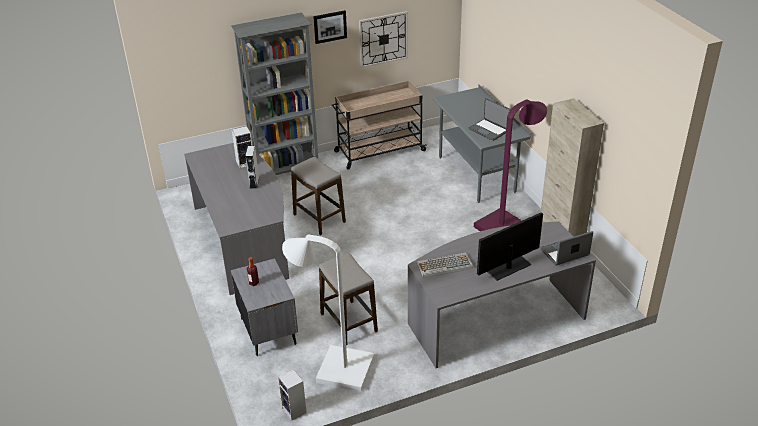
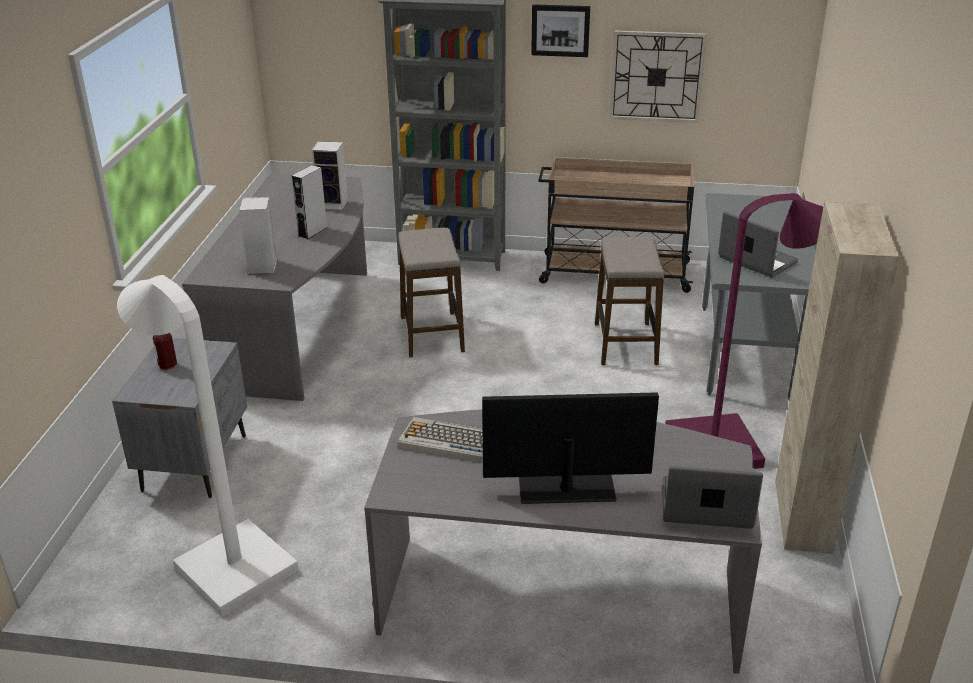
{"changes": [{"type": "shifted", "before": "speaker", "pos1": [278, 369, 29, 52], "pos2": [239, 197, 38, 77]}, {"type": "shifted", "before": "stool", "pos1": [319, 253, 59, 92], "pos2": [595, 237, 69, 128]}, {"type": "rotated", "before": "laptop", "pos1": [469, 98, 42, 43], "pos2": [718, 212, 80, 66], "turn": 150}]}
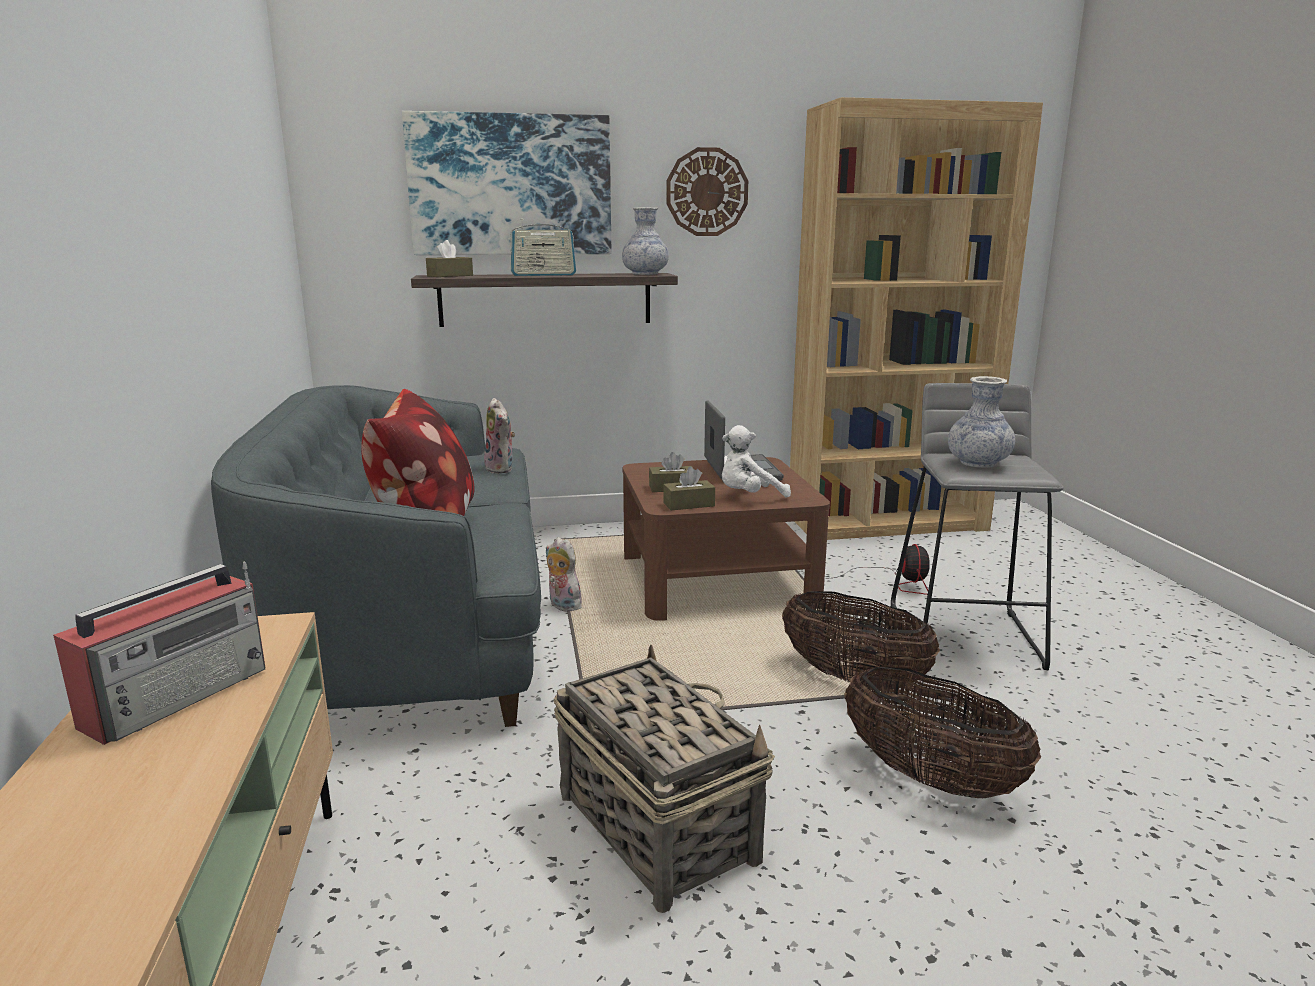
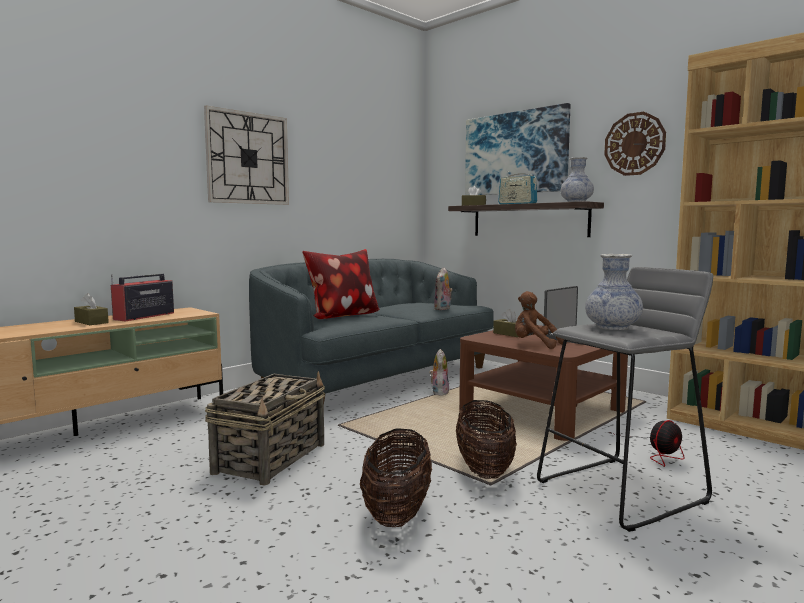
{"changes": [{"type": "shifted", "before": "tissue box/brown", "pos1": [663, 467, 52, 43], "pos2": [74, 293, 35, 32]}, {"type": "rotated", "before": "radio", "pos1": [53, 561, 213, 184], "pos2": [111, 274, 63, 47], "turn": 120}, {"type": "new", "after": "wall clock", "pos2": [204, 106, 85, 99]}, {"type": "repainted", "before": "plush toy/white", "after": "plush toy/brown", "pos1": [722, 425, 69, 73], "pos2": [515, 291, 49, 58]}]}
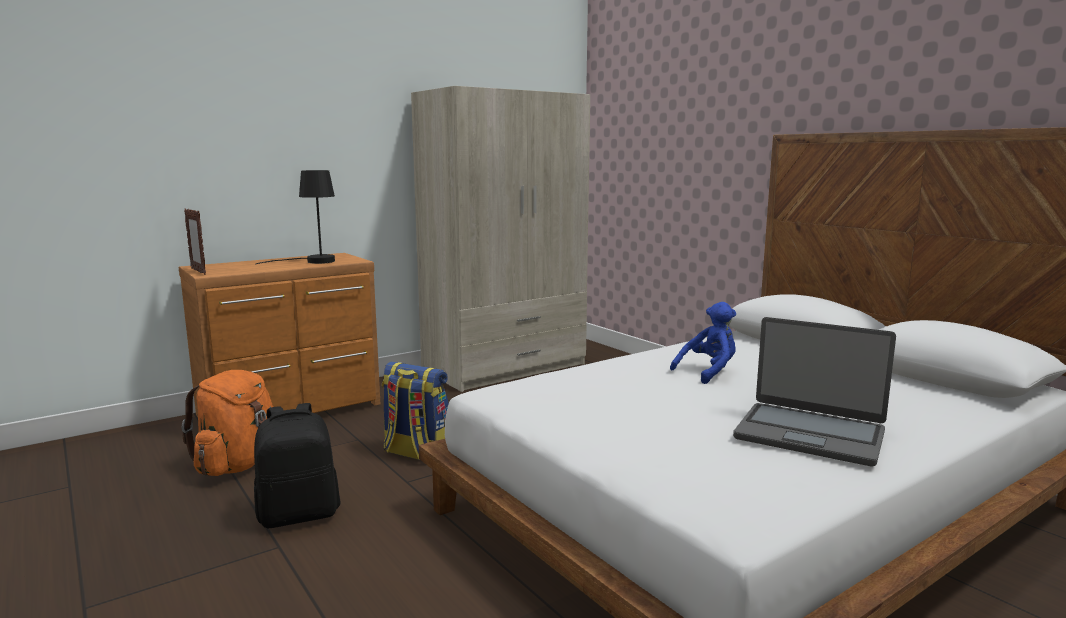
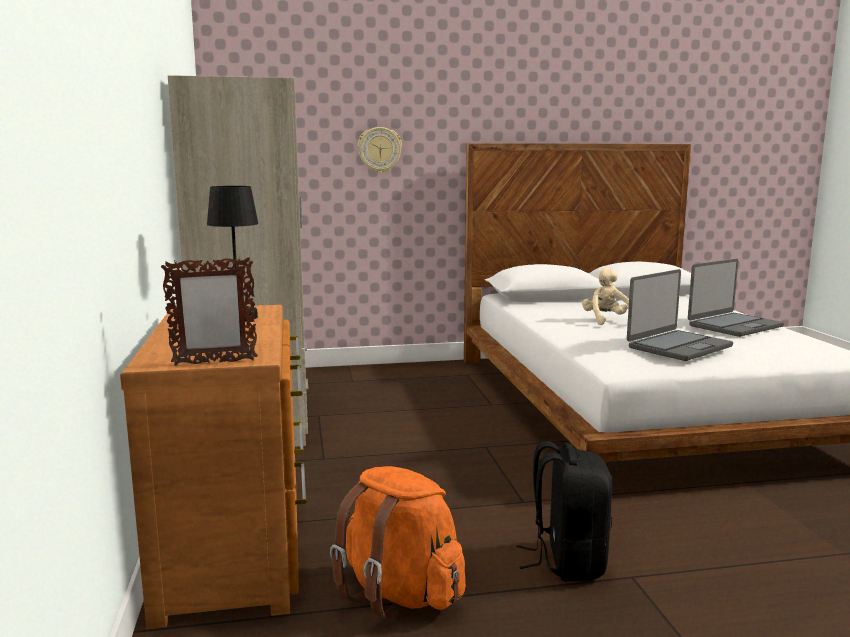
{"changes": [{"type": "new", "after": "wall clock", "pos2": [358, 127, 44, 46]}, {"type": "repainted", "before": "plush toy/blue", "after": "plush toy/beige", "pos1": [670, 302, 66, 82], "pos2": [582, 268, 47, 57]}, {"type": "new", "after": "laptop", "pos2": [627, 269, 106, 92]}, {"type": "gone", "before": "backpack", "pos1": [382, 361, 67, 99]}]}
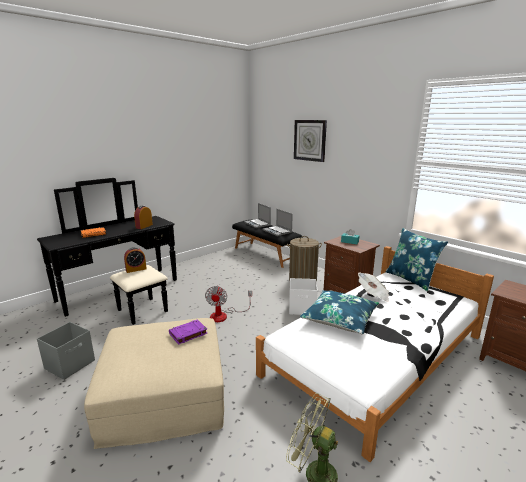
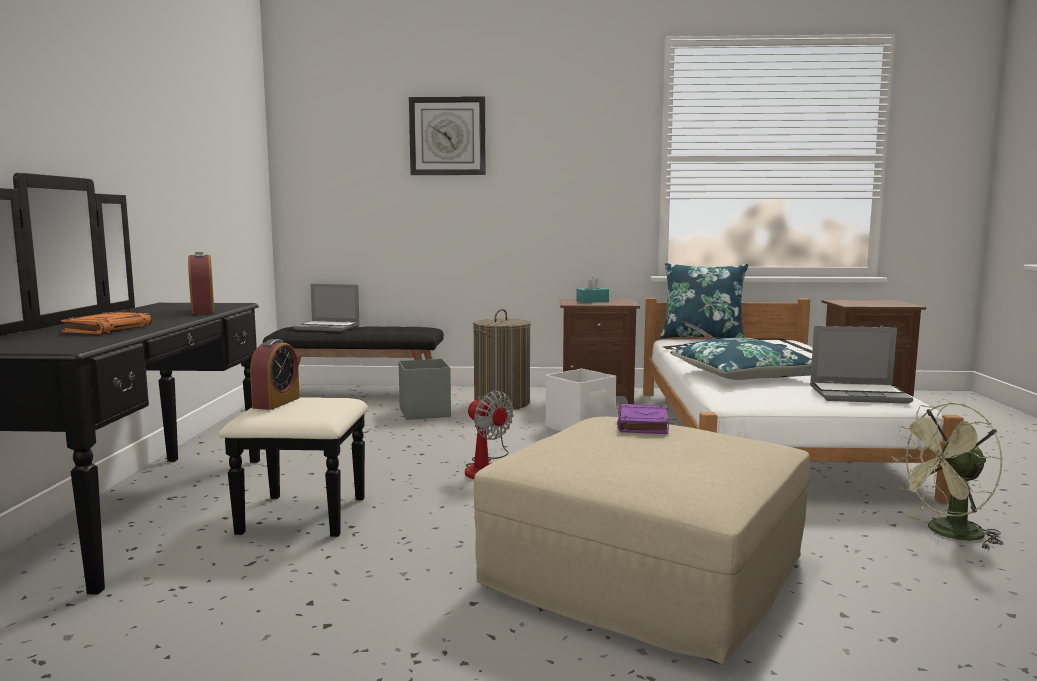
{"changes": [{"type": "shifted", "before": "storage box/grey", "pos1": [37, 322, 58, 58], "pos2": [398, 359, 53, 61]}, {"type": "shifted", "before": "laptop", "pos1": [263, 209, 30, 27], "pos2": [810, 326, 103, 78]}]}
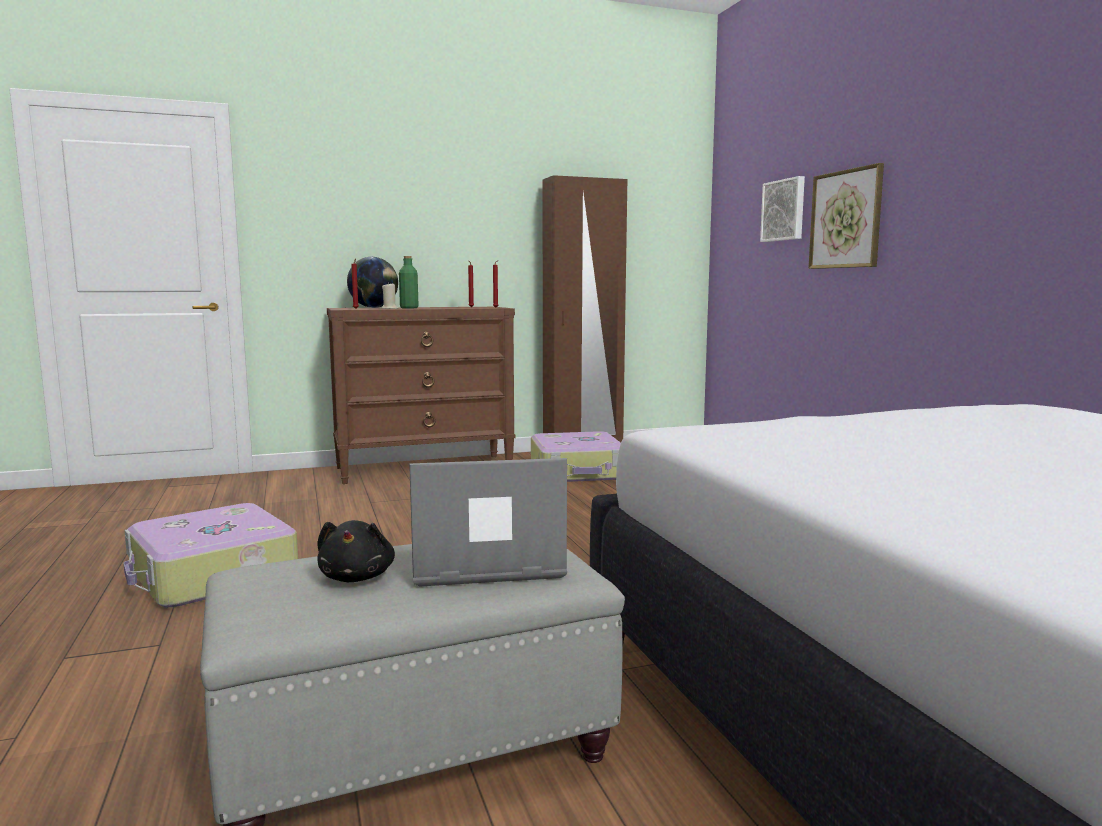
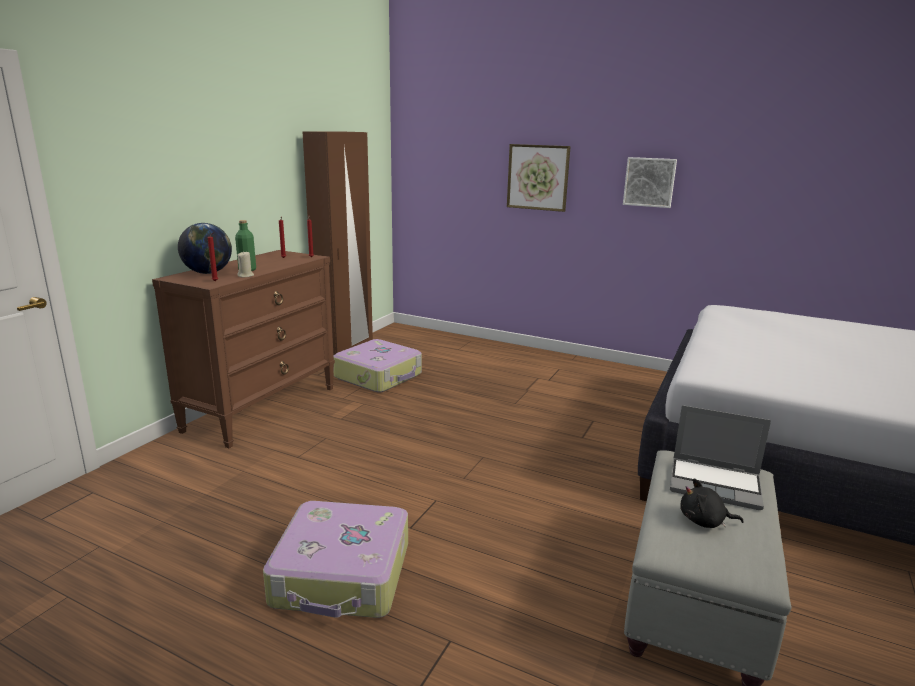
{"changes": [{"type": "shifted", "before": "picture", "pos1": [760, 176, 45, 66], "pos2": [623, 157, 54, 51]}, {"type": "rotated", "before": "laptop", "pos1": [409, 458, 158, 129], "pos2": [670, 405, 101, 105], "turn": -105}, {"type": "rotated", "before": "plush toy/black", "pos1": [317, 520, 78, 62], "pos2": [680, 479, 64, 49], "turn": 150}]}
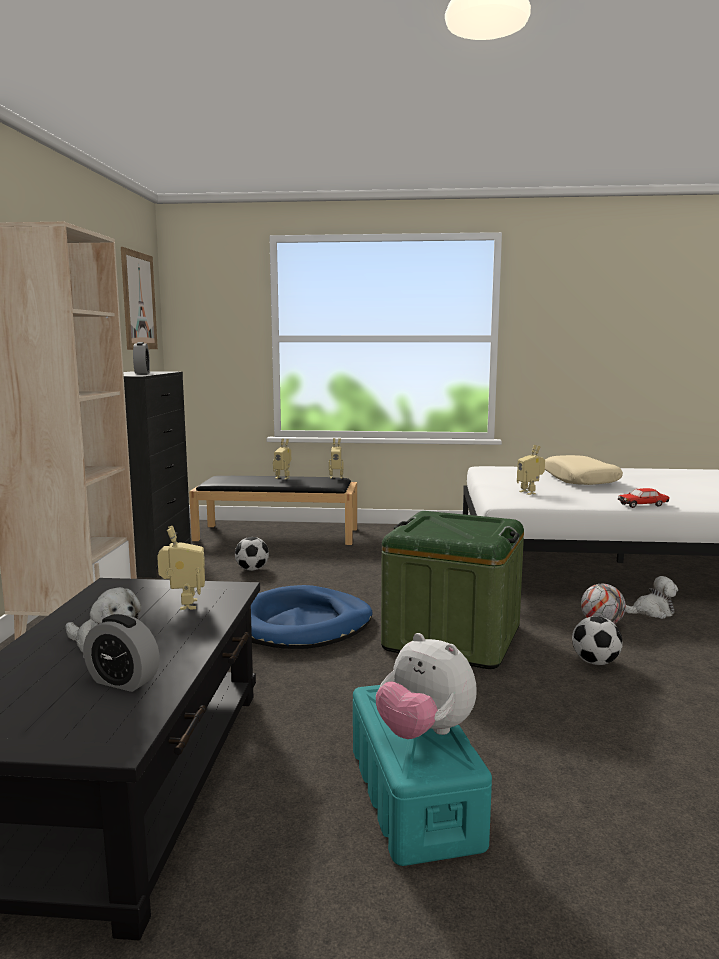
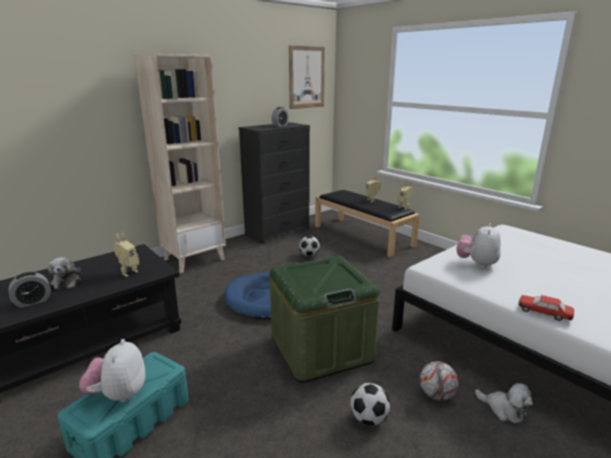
{"changes": [{"type": "rotated", "before": "alarm clock", "pos1": [83, 614, 77, 78], "pos2": [9, 272, 42, 36], "turn": -105}, {"type": "swapped", "before": "toy robot", "after": "plush toy", "pos1": [517, 445, 28, 50], "pos2": [456, 223, 45, 45]}, {"type": "gone", "before": "pillow/beige", "pos1": [545, 455, 78, 30]}]}
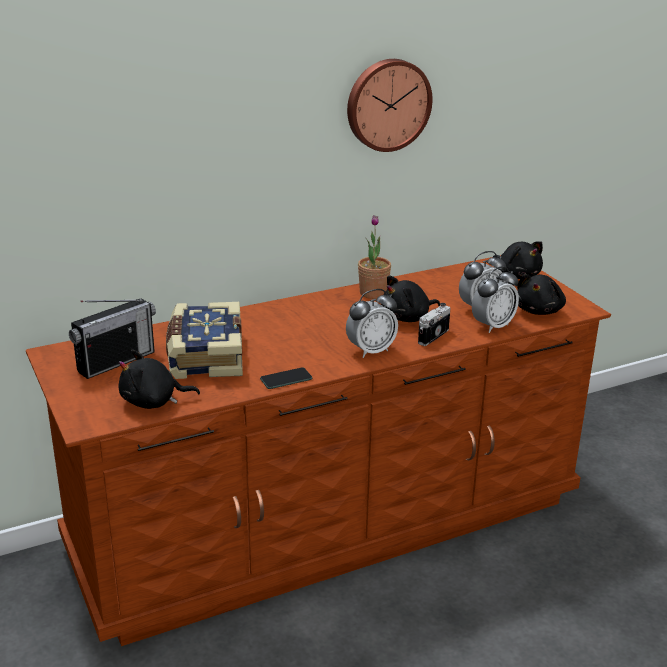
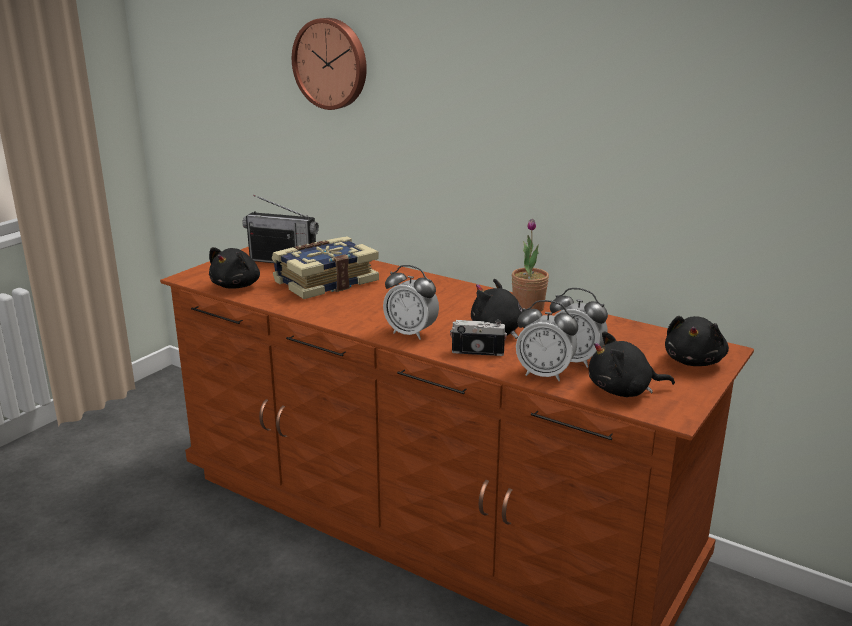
{"changes": [{"type": "rotated", "before": "plush toy/black", "pos1": [118, 350, 82, 59], "pos2": [209, 247, 51, 41], "turn": -120}, {"type": "shifted", "before": "wall clock", "pos1": [347, 59, 86, 93], "pos2": [292, 18, 75, 92]}, {"type": "gone", "before": "phone", "pos1": [260, 367, 52, 22]}]}
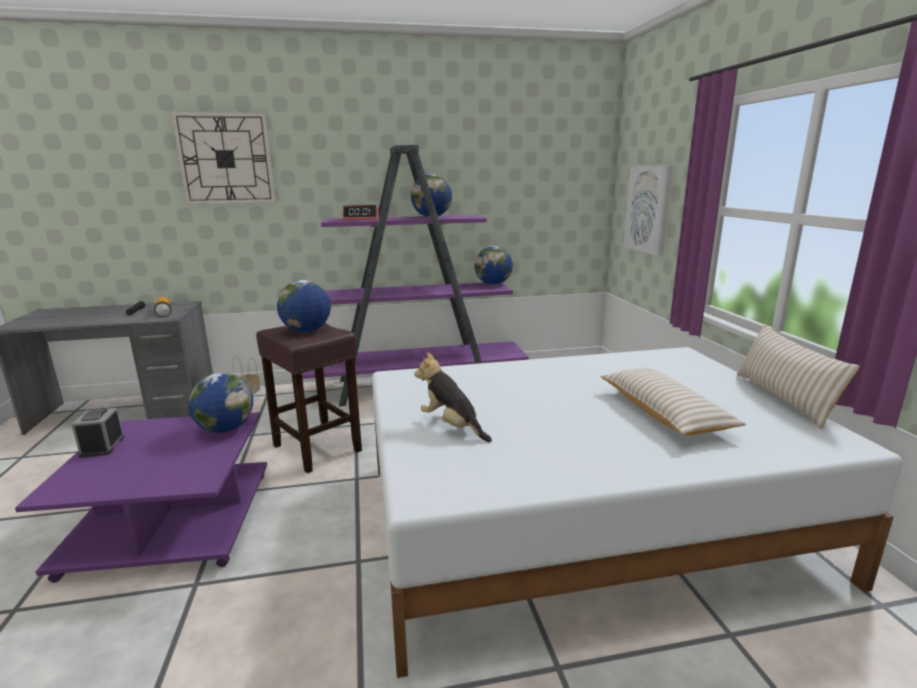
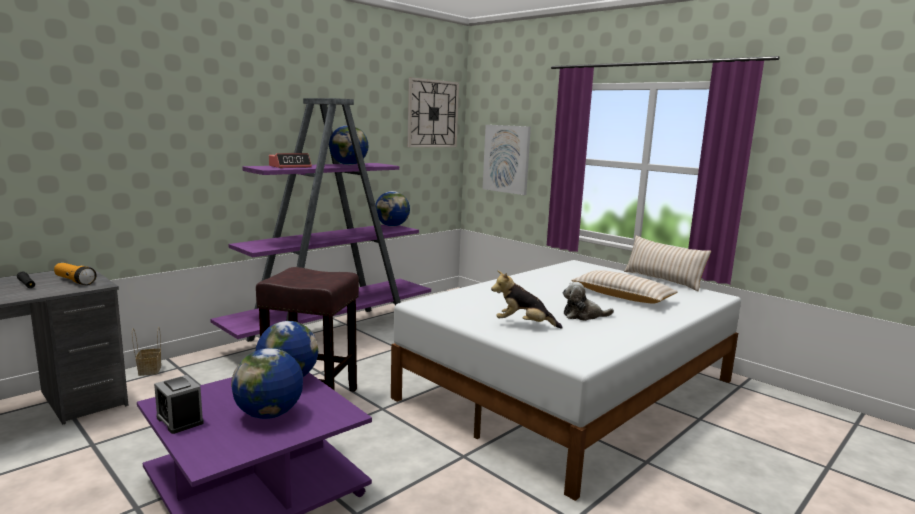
{"changes": [{"type": "shifted", "before": "globe", "pos1": [277, 280, 54, 52], "pos2": [231, 348, 72, 71]}, {"type": "shifted", "before": "wall clock", "pos1": [171, 112, 104, 92], "pos2": [408, 77, 51, 70]}, {"type": "new", "after": "plush toy", "pos2": [563, 282, 51, 39]}]}
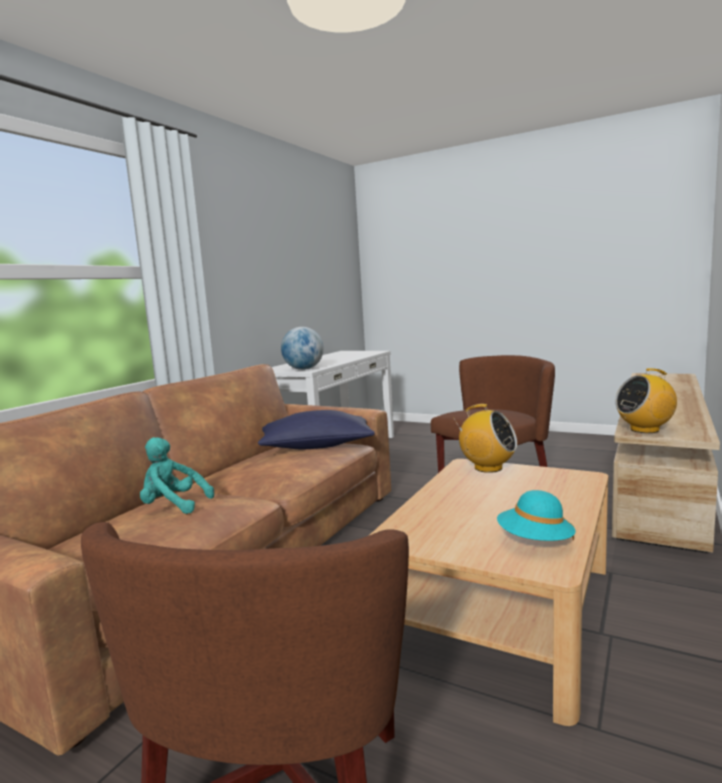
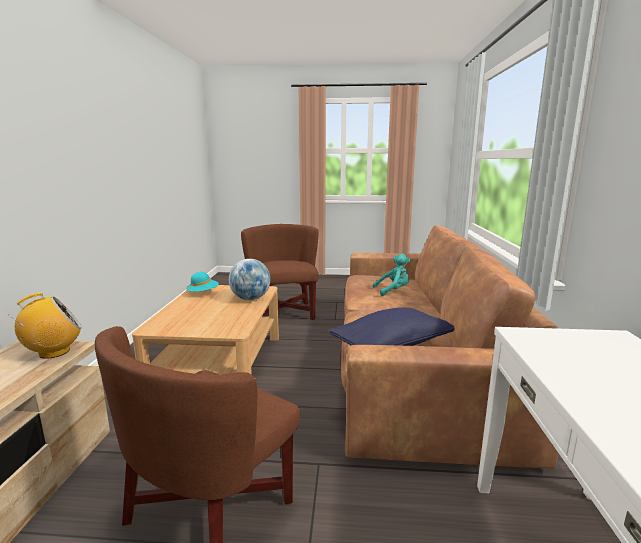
{"changes": [{"type": "shifted", "before": "globe", "pos1": [281, 327, 43, 43], "pos2": [229, 259, 42, 41]}, {"type": "gone", "before": "radio", "pos1": [453, 404, 64, 69]}]}
